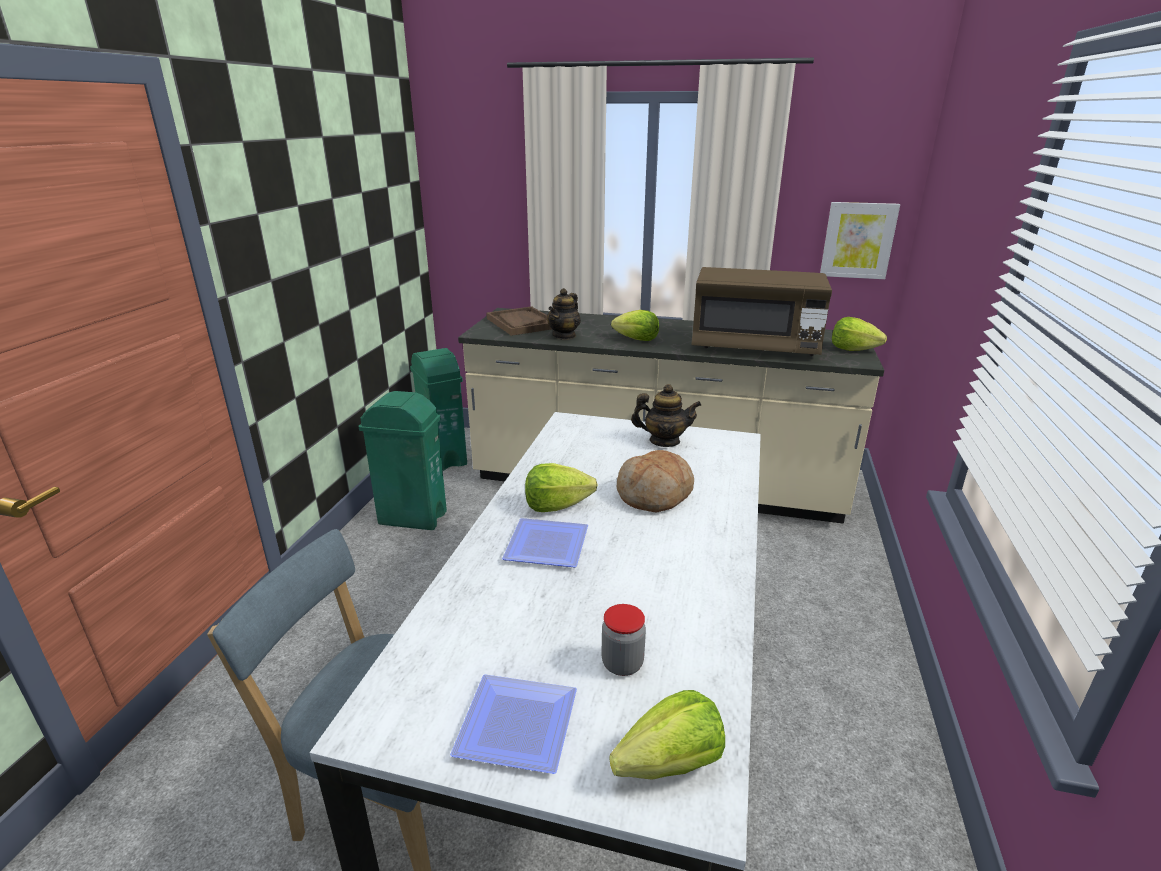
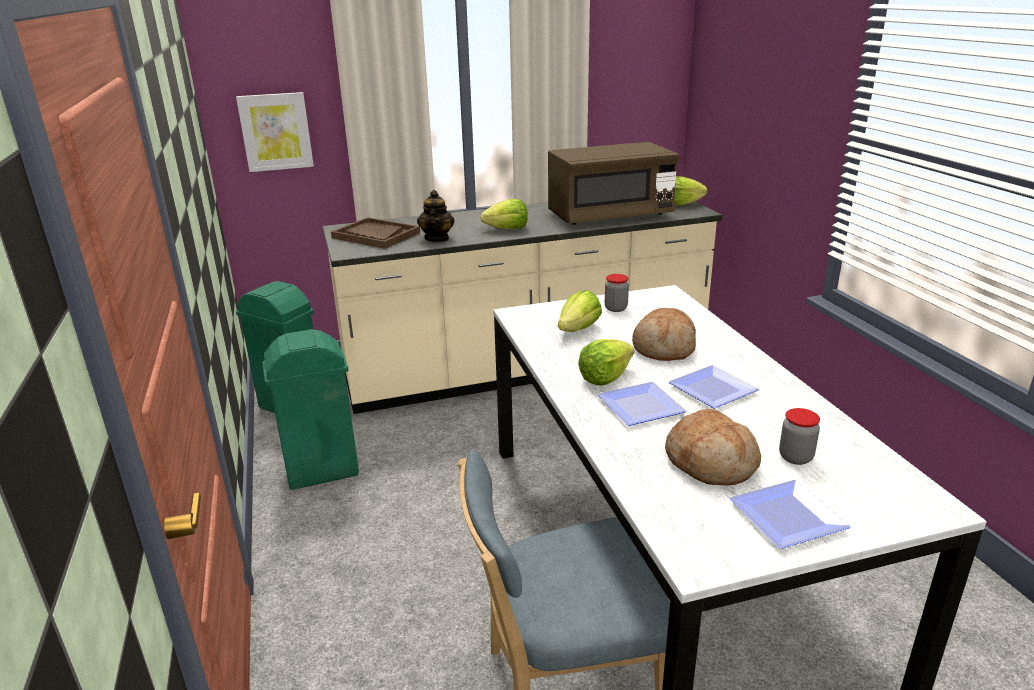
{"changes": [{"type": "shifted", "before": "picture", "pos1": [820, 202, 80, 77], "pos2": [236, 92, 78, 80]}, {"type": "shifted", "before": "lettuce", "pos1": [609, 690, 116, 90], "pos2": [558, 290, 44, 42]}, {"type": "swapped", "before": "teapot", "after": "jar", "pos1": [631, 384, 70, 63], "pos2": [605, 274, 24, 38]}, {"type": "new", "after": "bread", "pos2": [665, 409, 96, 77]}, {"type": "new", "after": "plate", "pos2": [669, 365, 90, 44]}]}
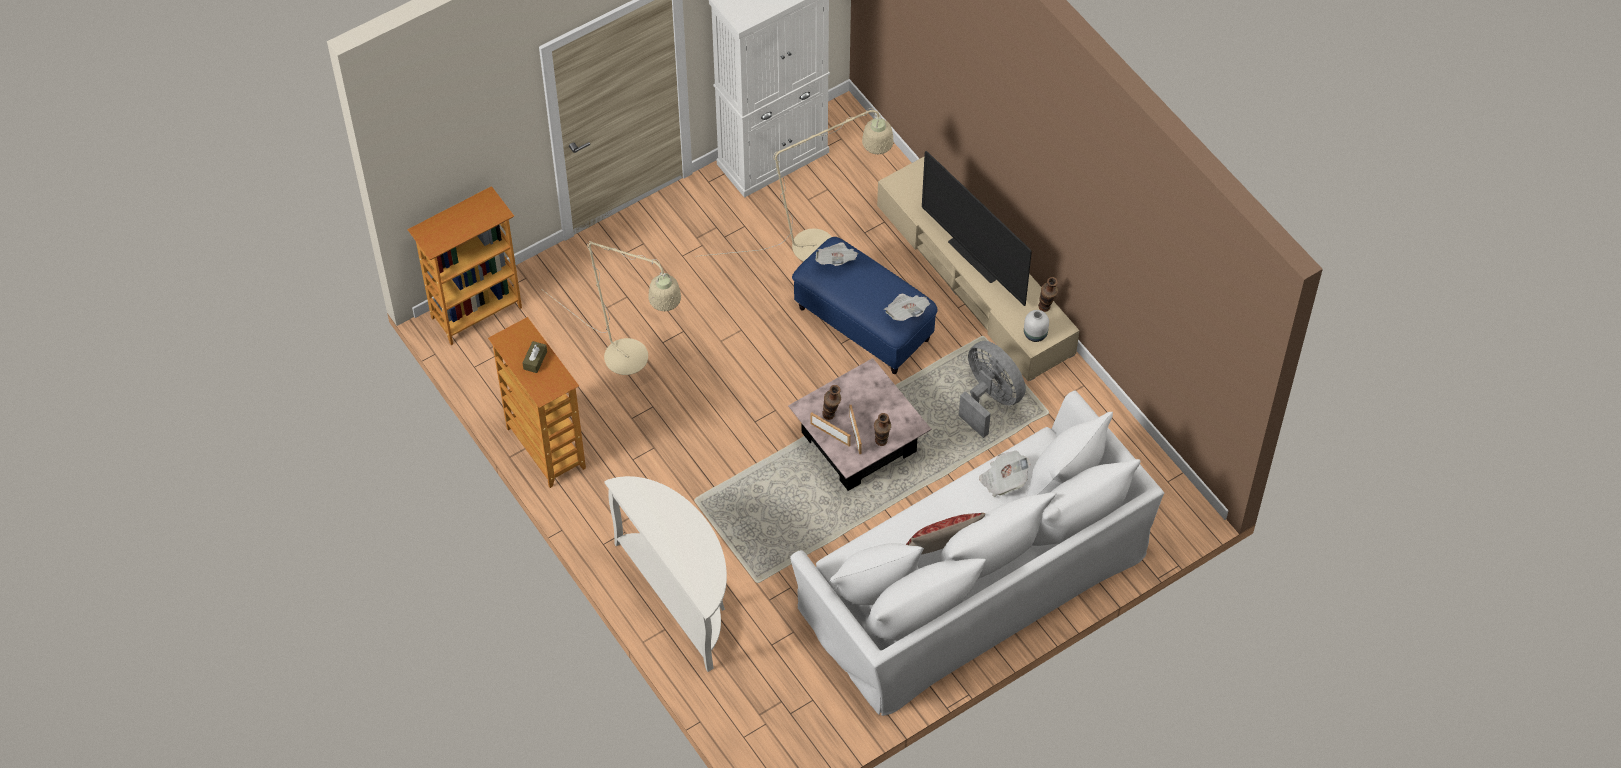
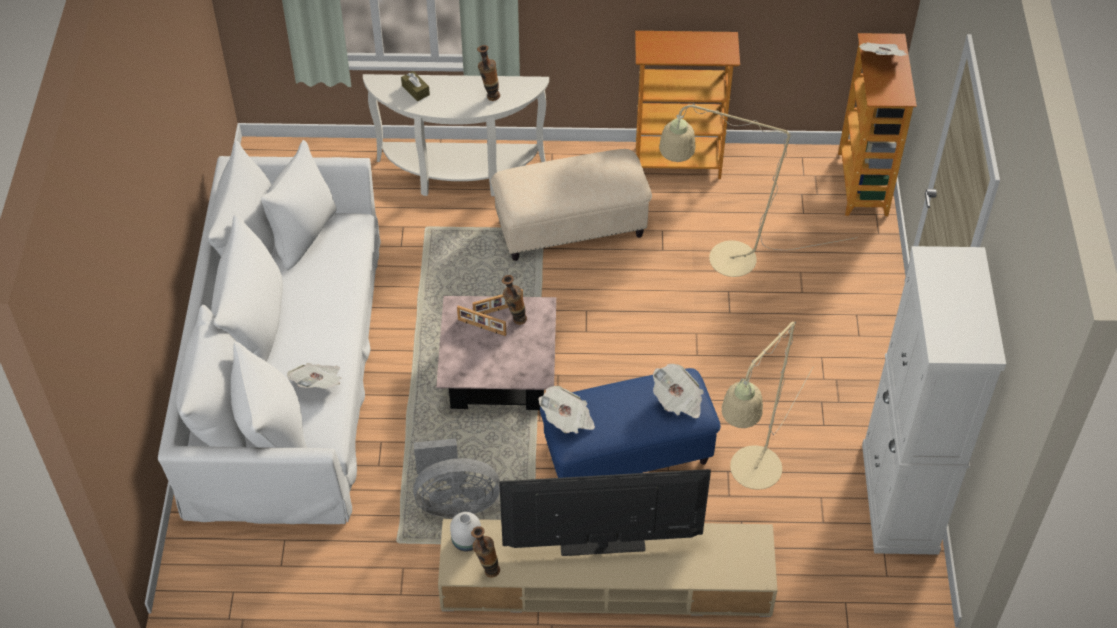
{"changes": [{"type": "shifted", "before": "tissue box/brown", "pos1": [523, 341, 24, 32], "pos2": [401, 71, 29, 30]}, {"type": "shifted", "before": "vase", "pos1": [874, 413, 17, 33], "pos2": [477, 45, 23, 56]}, {"type": "new", "after": "ottoman/beige", "pos2": [491, 149, 161, 112]}, {"type": "new", "after": "newspaper", "pos2": [859, 42, 49, 14]}, {"type": "gone", "before": "pillow", "pos1": [906, 513, 79, 42]}]}
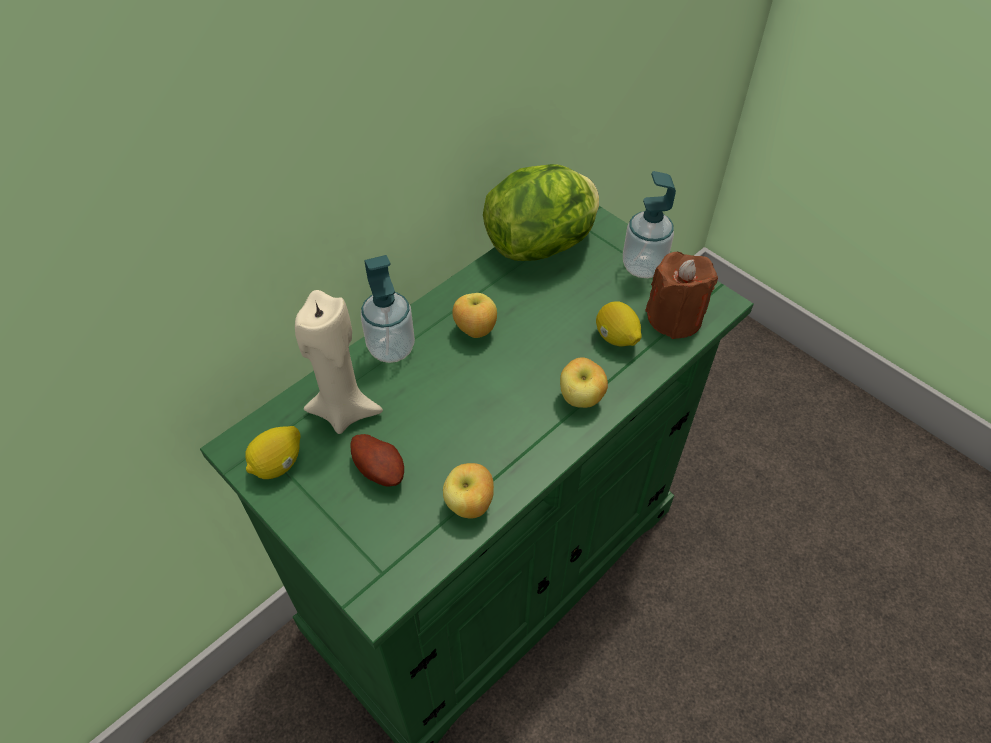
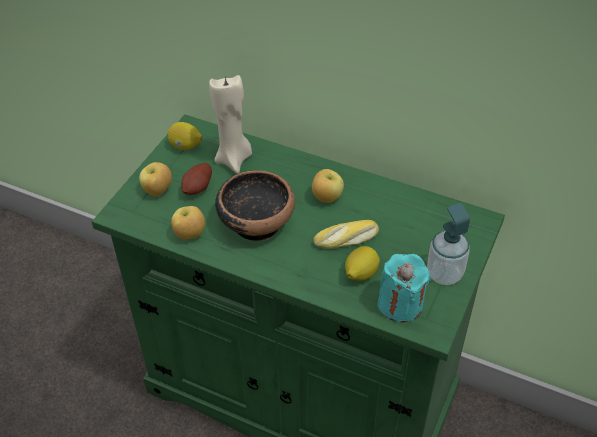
{"changes": [{"type": "shifted", "before": "apple", "pos1": [560, 357, 48, 51], "pos2": [139, 162, 33, 35]}, {"type": "new", "after": "bowl", "pos2": [215, 170, 80, 71]}, {"type": "new", "after": "bread", "pos2": [314, 220, 65, 29]}, {"type": "repainted", "before": "candle/brown", "after": "candle/turquoise", "pos1": [646, 252, 72, 87], "pos2": [377, 254, 54, 68]}, {"type": "gone", "before": "soap dispenser", "pos1": [361, 255, 54, 108]}, {"type": "gone", "before": "lettuce", "pos1": [483, 164, 116, 97]}]}
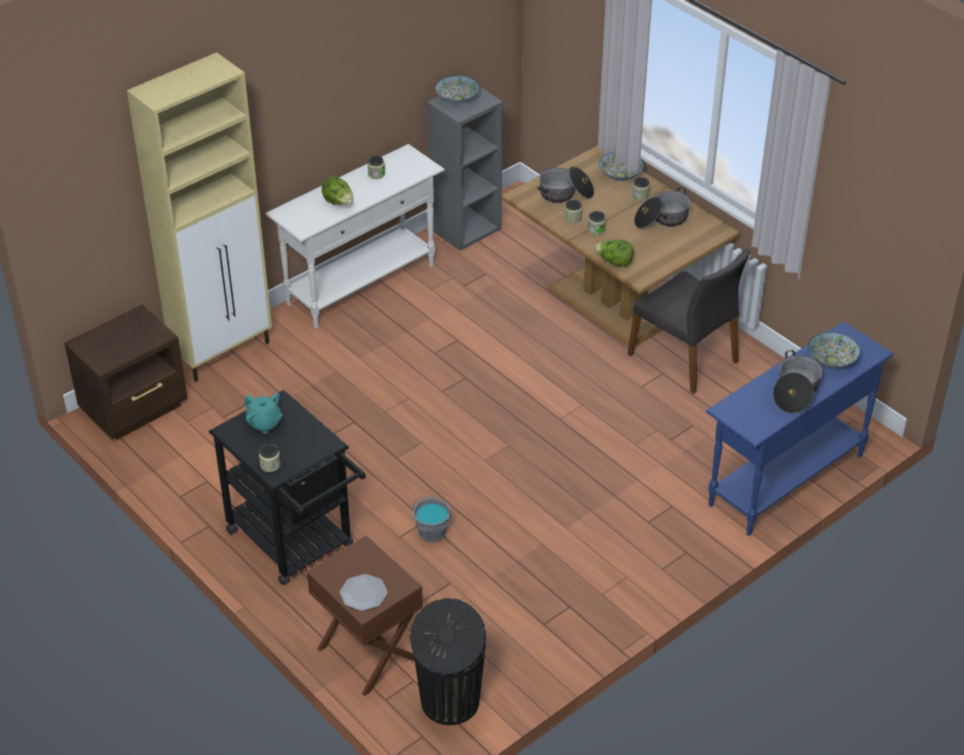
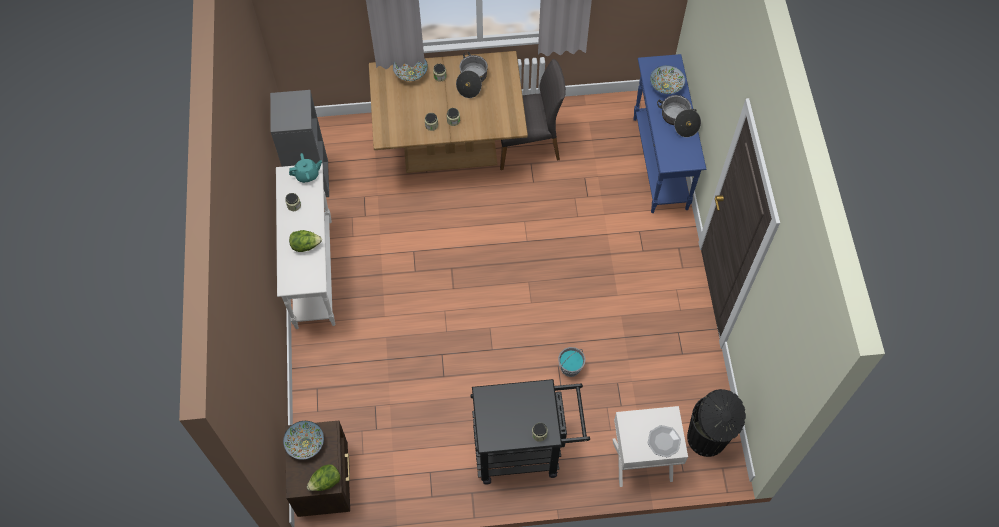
{"changes": [{"type": "shifted", "before": "bowl", "pos1": [435, 75, 45, 29], "pos2": [283, 421, 41, 39]}, {"type": "shifted", "before": "teapot/turquoise", "pos1": [244, 393, 39, 40], "pos2": [289, 153, 33, 30]}, {"type": "shifted", "before": "lettuce", "pos1": [594, 239, 40, 28], "pos2": [307, 464, 33, 27]}, {"type": "repainted", "before": "nightstand/brown", "after": "nightstand/white", "pos1": [307, 535, 116, 161], "pos2": [612, 406, 76, 81]}, {"type": "gone", "before": "cabinet/beige", "pos1": [127, 52, 145, 330]}, {"type": "gone", "before": "cooking pot", "pos1": [538, 166, 56, 37]}]}
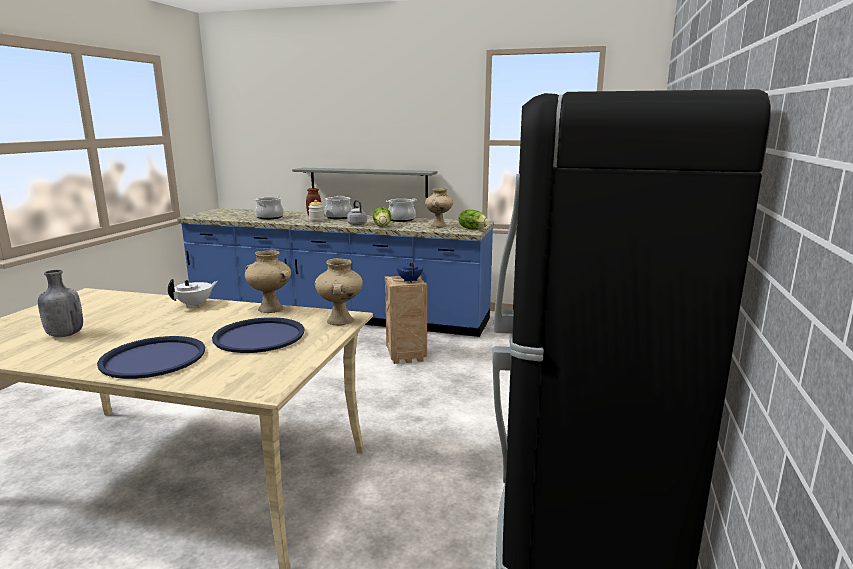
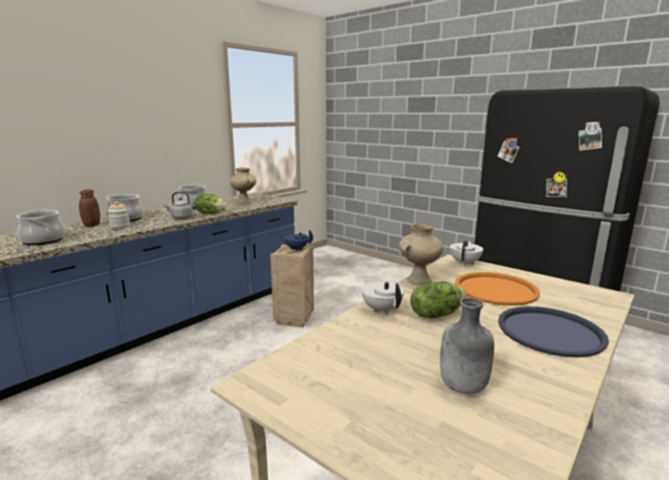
{"changes": [{"type": "shifted", "before": "lettuce", "pos1": [458, 210, 31, 19], "pos2": [410, 281, 57, 38]}, {"type": "swapped", "before": "vase/beige", "after": "teapot/white", "pos1": [315, 258, 48, 67], "pos2": [450, 241, 33, 25]}, {"type": "repainted", "before": "tray/blue", "after": "tray/orange", "pos1": [212, 317, 93, 36], "pos2": [455, 272, 85, 34]}, {"type": "gone", "before": "shelf/grey", "pos1": [292, 168, 145, 30]}]}
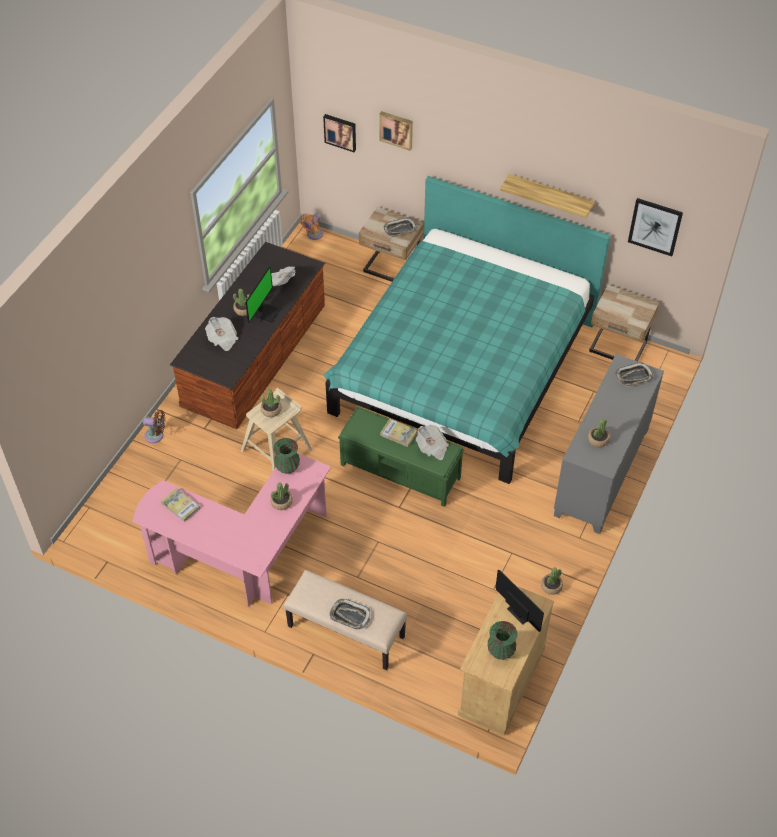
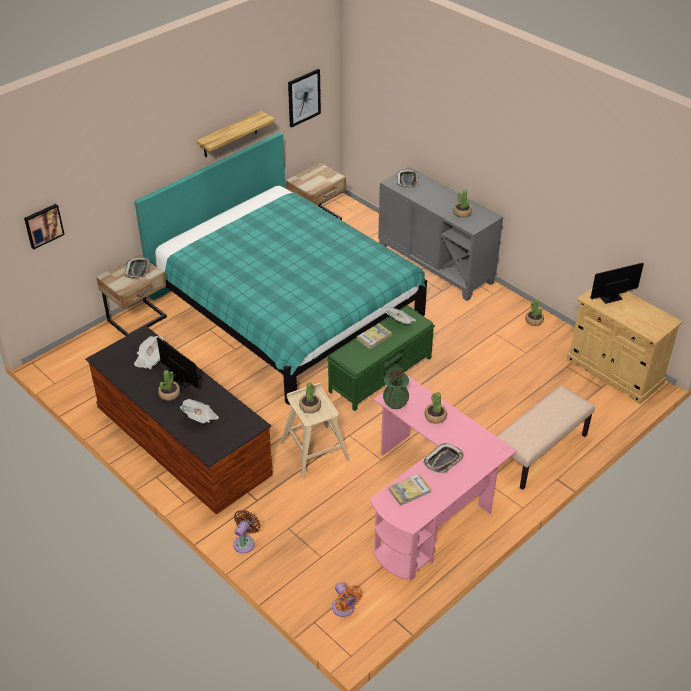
{"changes": [{"type": "shifted", "before": "fan/orange", "pos1": [300, 214, 24, 26], "pos2": [332, 582, 31, 35]}, {"type": "shifted", "before": "tray", "pos1": [329, 599, 41, 30], "pos2": [424, 443, 40, 30]}, {"type": "gone", "before": "picture", "pos1": [379, 111, 34, 40]}, {"type": "gone", "before": "vase/green", "pos1": [487, 621, 31, 39]}]}
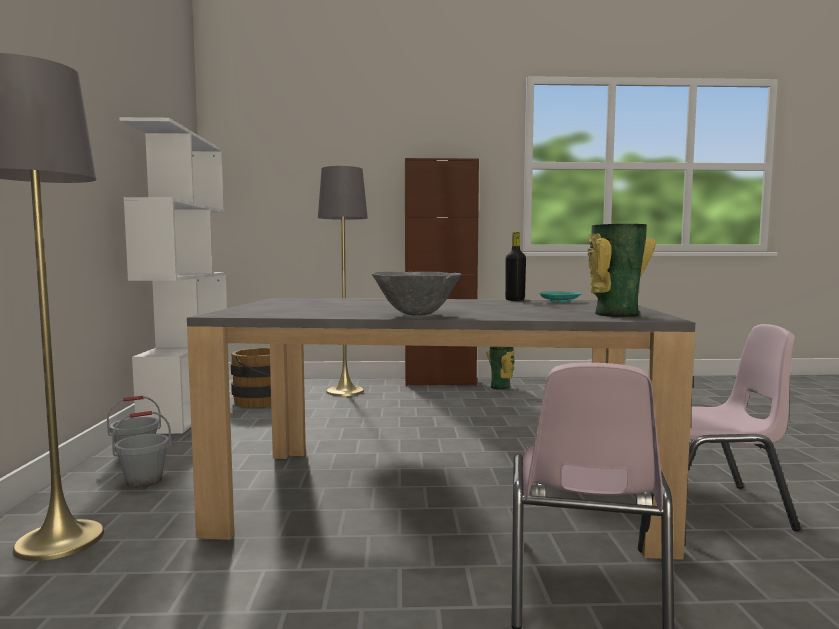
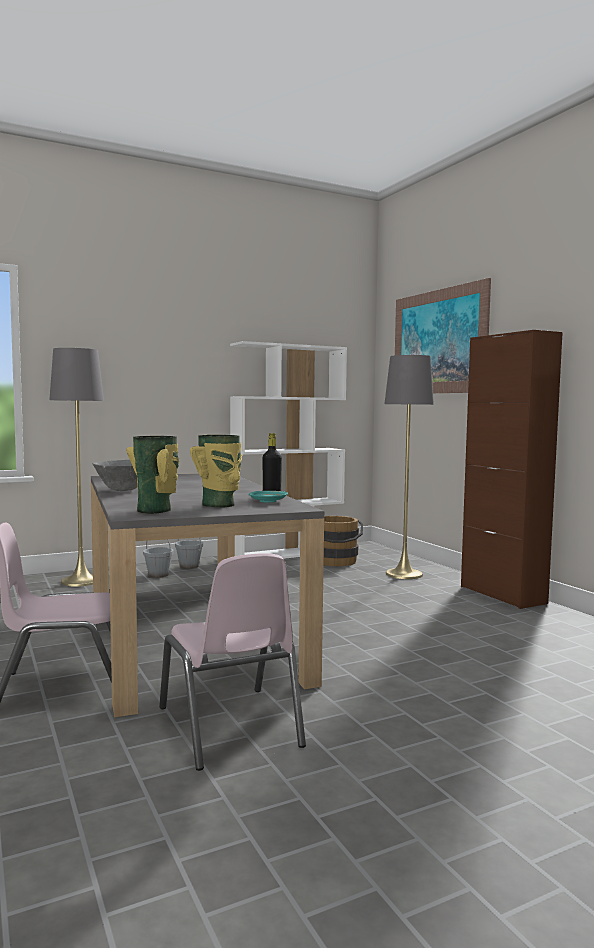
{"changes": [{"type": "shifted", "before": "vase", "pos1": [486, 347, 29, 43], "pos2": [190, 435, 52, 72]}, {"type": "new", "after": "picture", "pos2": [395, 278, 96, 115]}]}
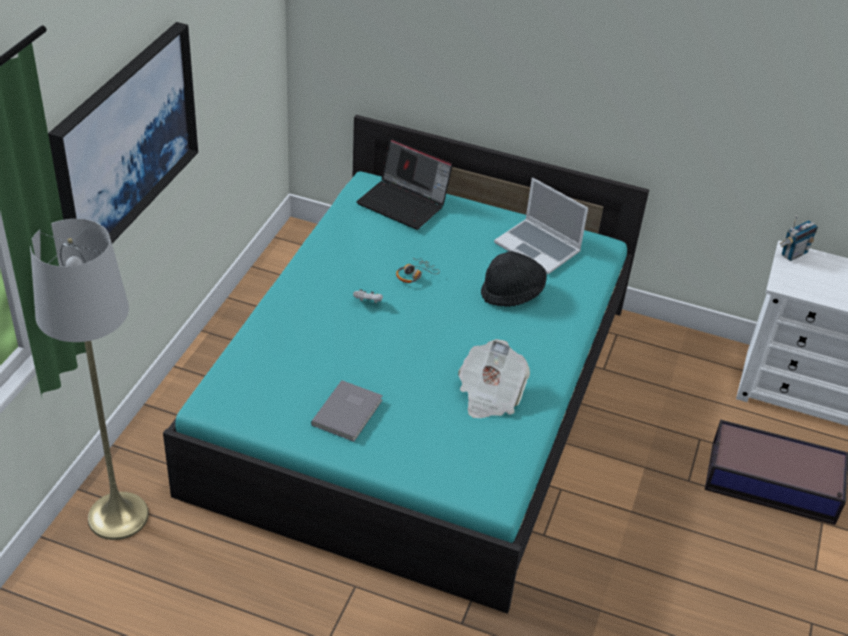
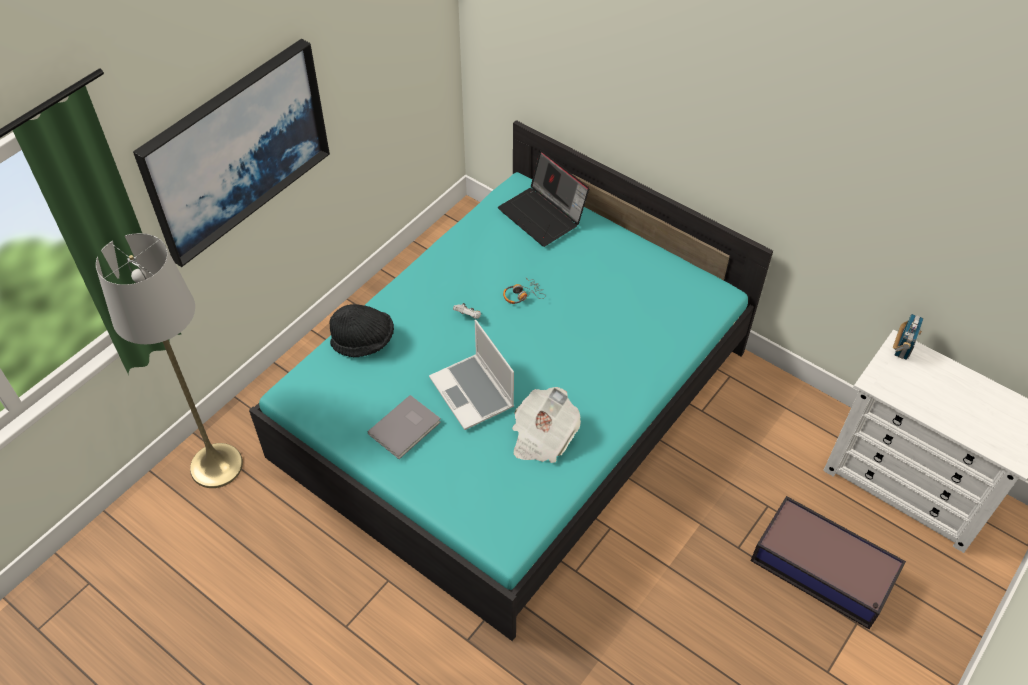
{"changes": [{"type": "shifted", "before": "hat/black", "pos1": [481, 251, 66, 56], "pos2": [330, 304, 64, 53]}, {"type": "shifted", "before": "laptop", "pos1": [494, 177, 94, 97], "pos2": [429, 320, 85, 110]}, {"type": "rotated", "before": "radio", "pos1": [779, 215, 39, 46], "pos2": [893, 314, 31, 46], "turn": -45}]}
